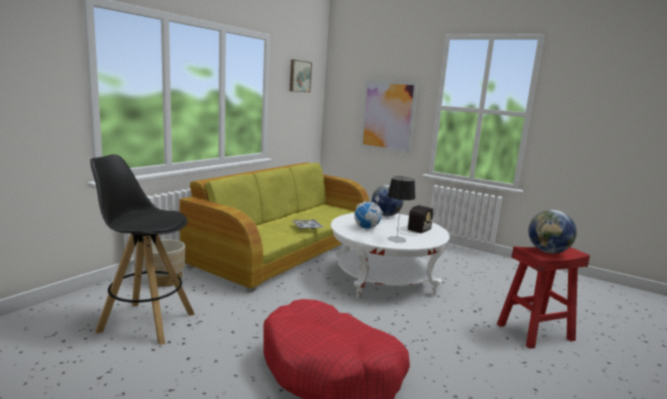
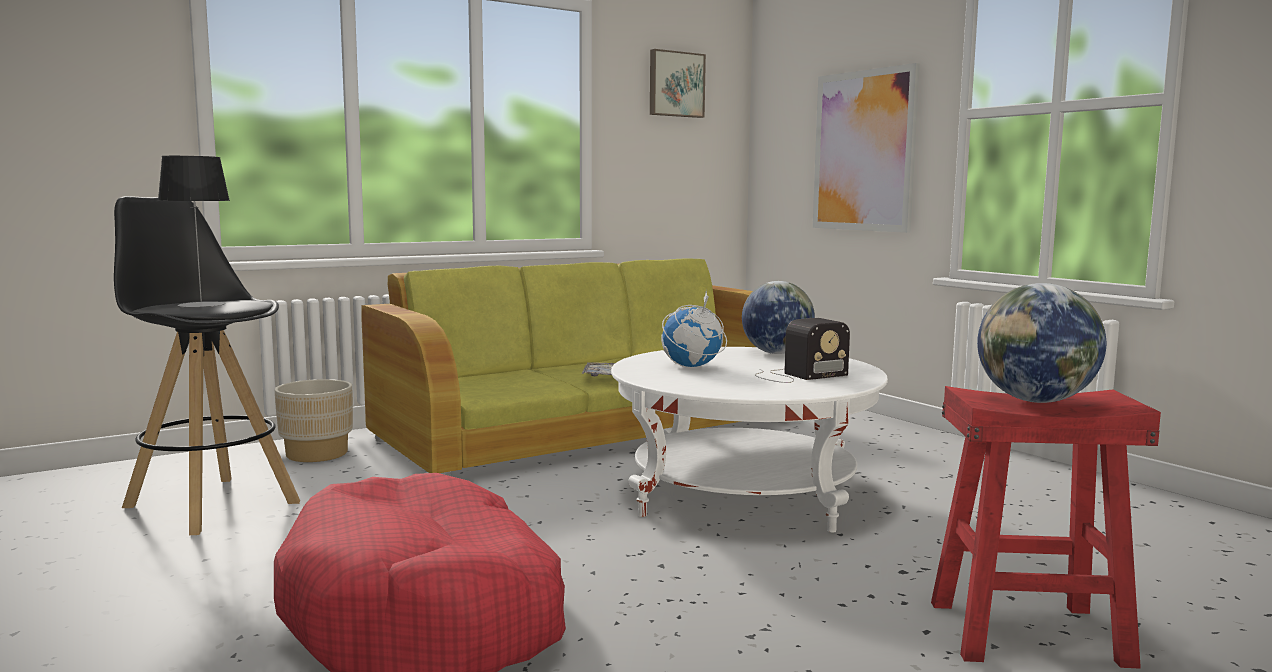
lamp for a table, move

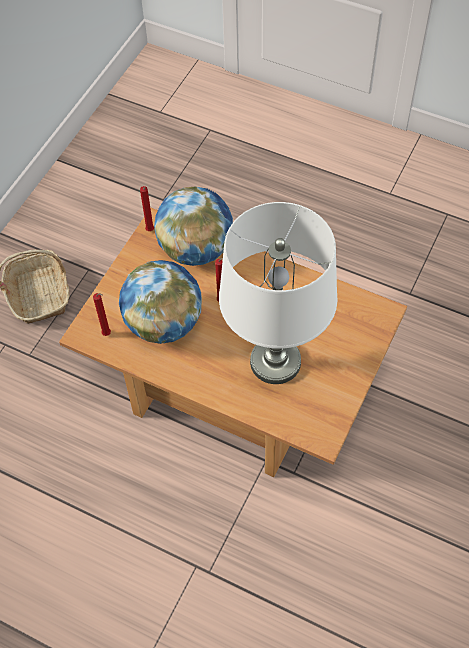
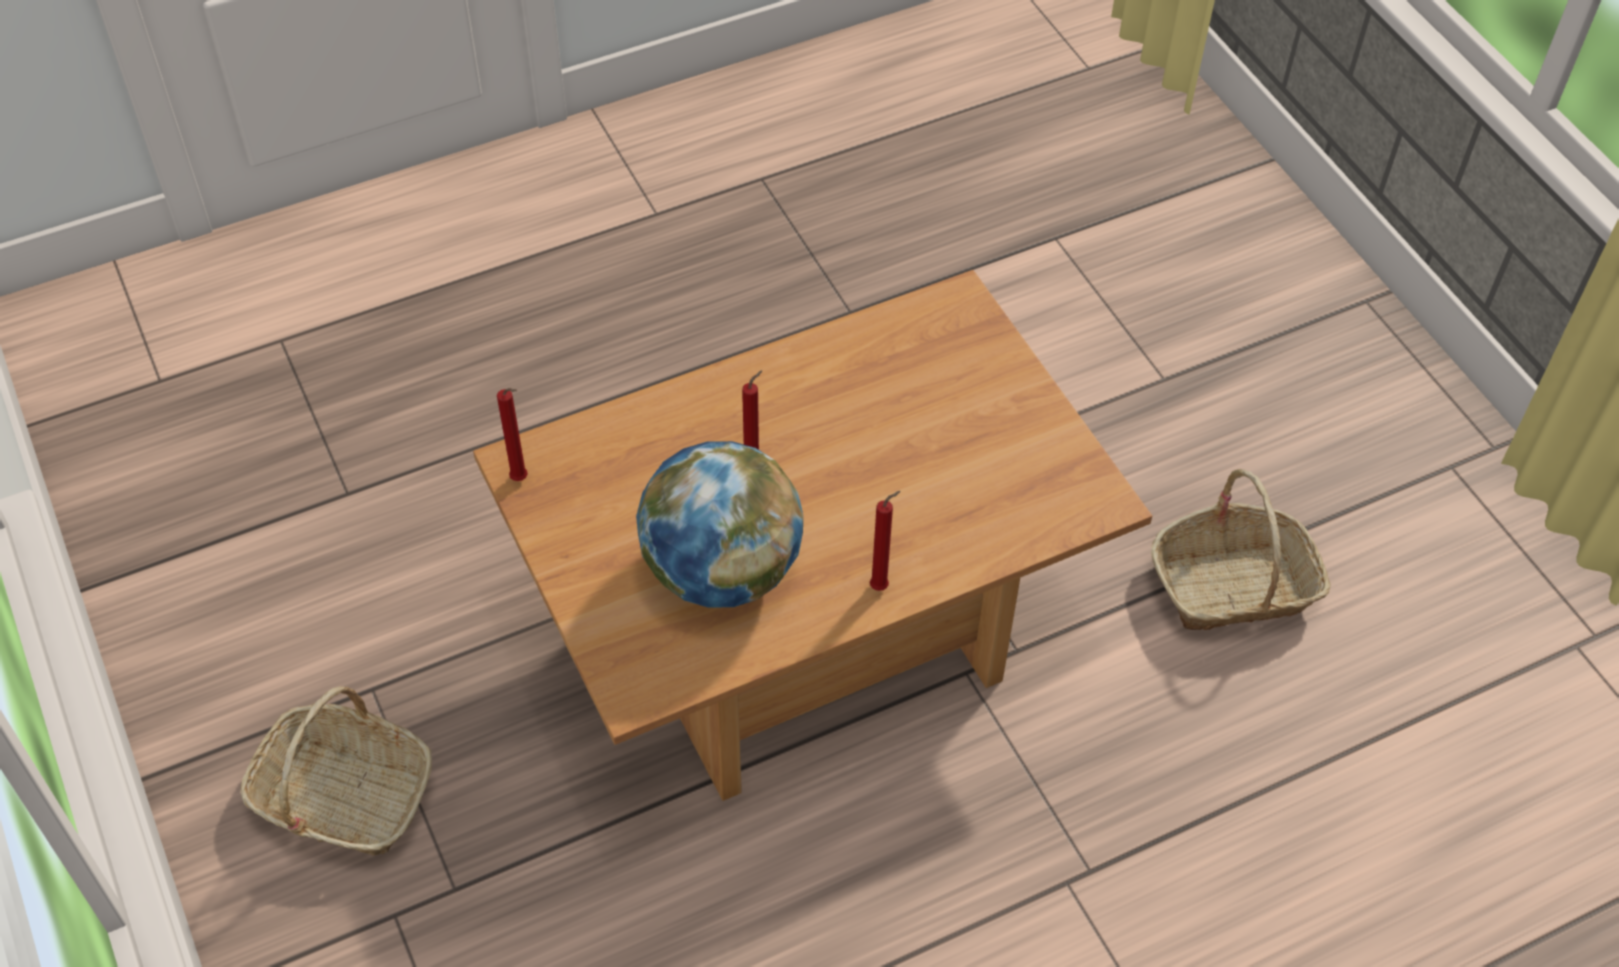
desk globe (2nd from left) => nothing
lamp for a table (white-coloured) => nothing
nothing => basket (2nd from left)
wax candle (reddish) (1st from left in the first image) => wax candle (reddish) (3rd from left), move

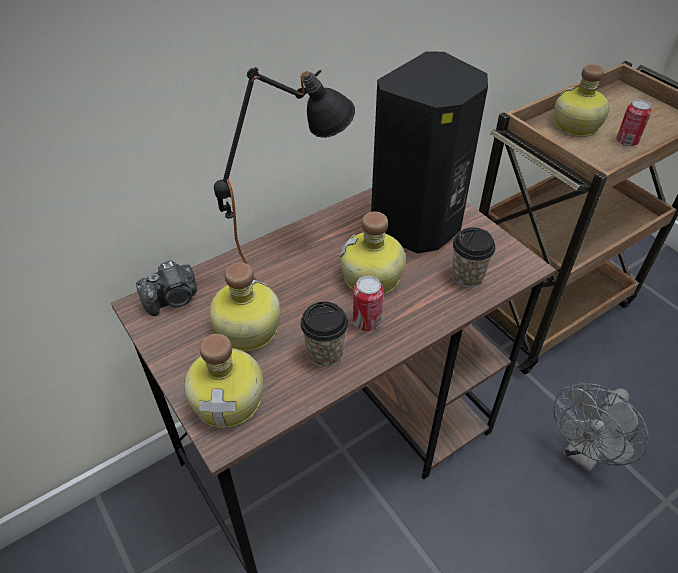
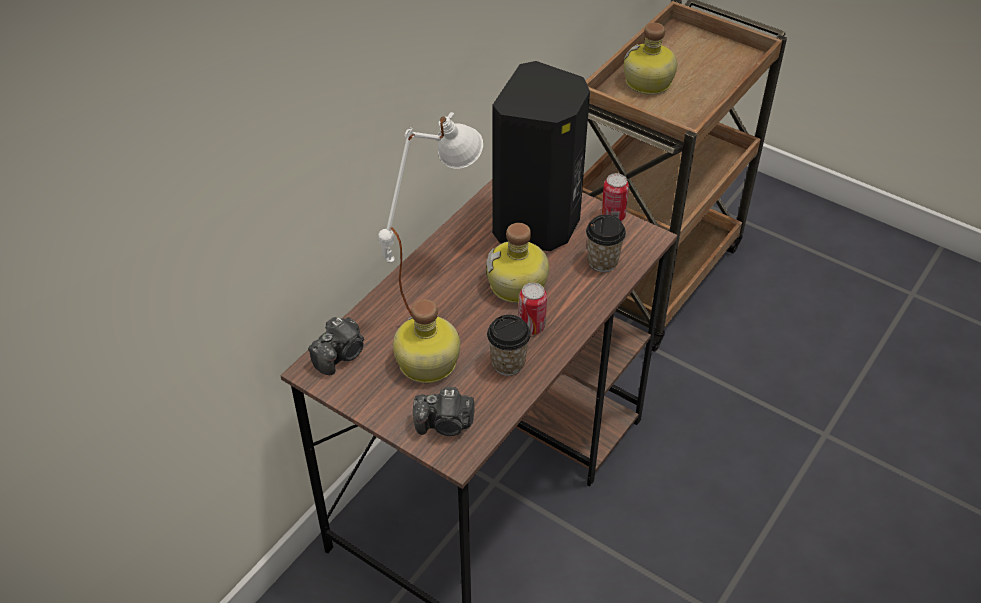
fan (grey) => nothing
metal can (2nd from left), move
bottle (1st from left) => still camera (2nd from left)
lamp for a table (blackish) => lamp for a table (white-coloured)

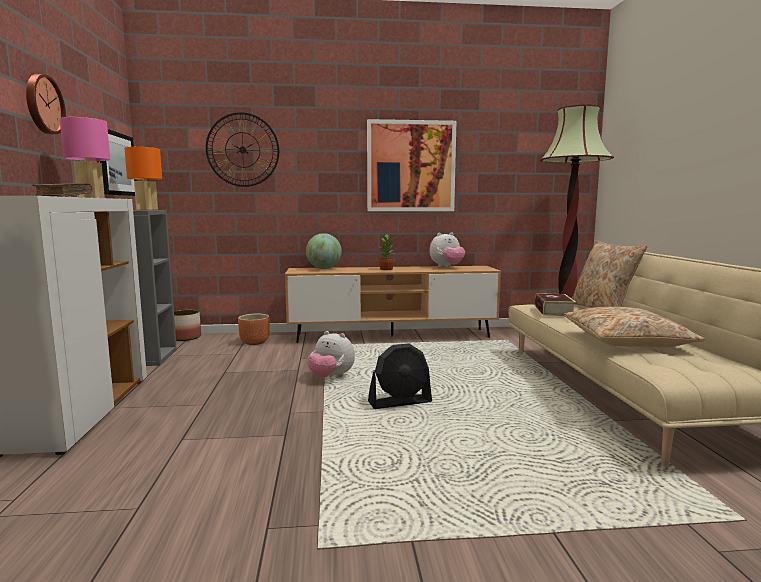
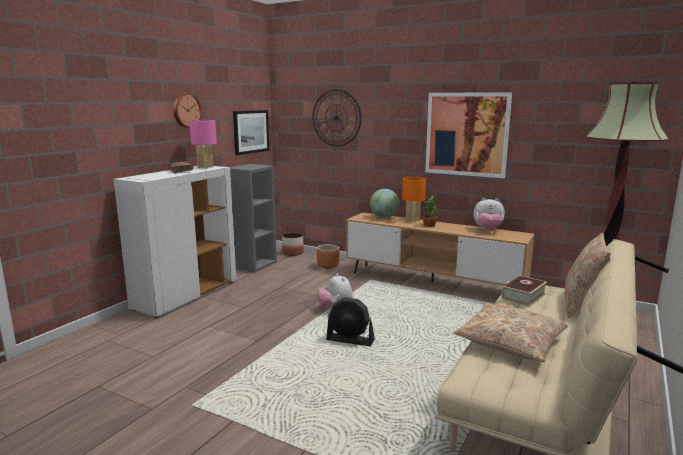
lamp for a table (orangey), move

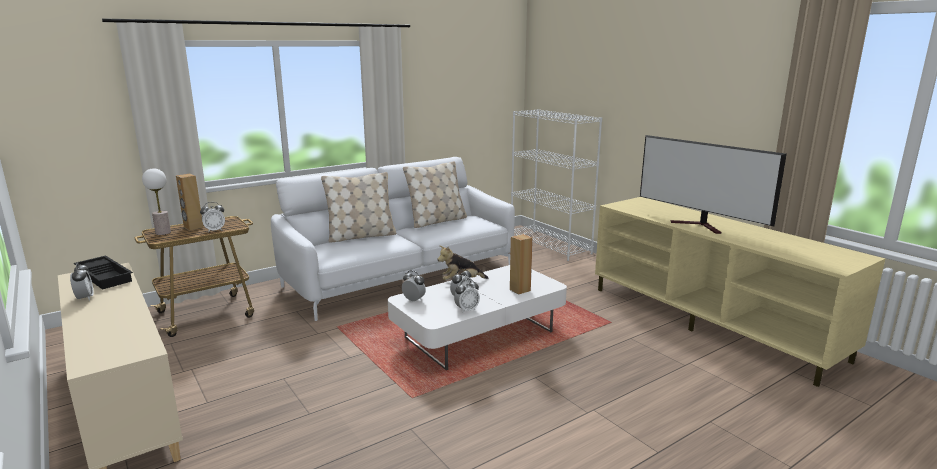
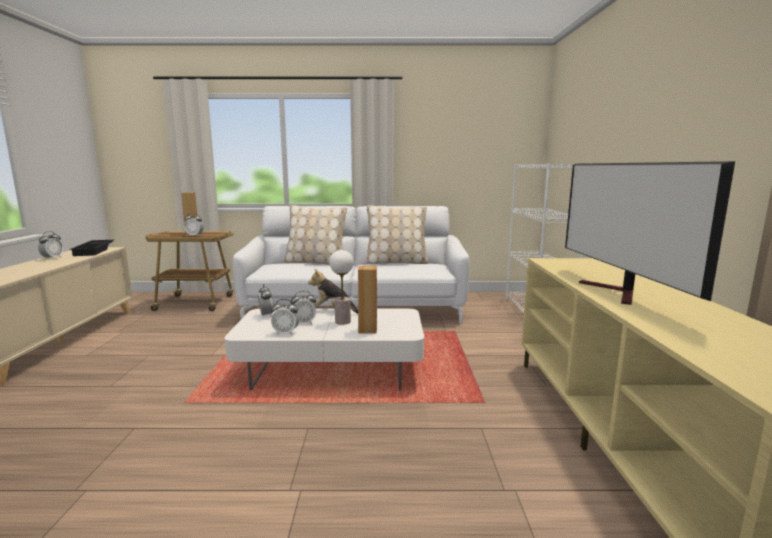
lamp for a table, move

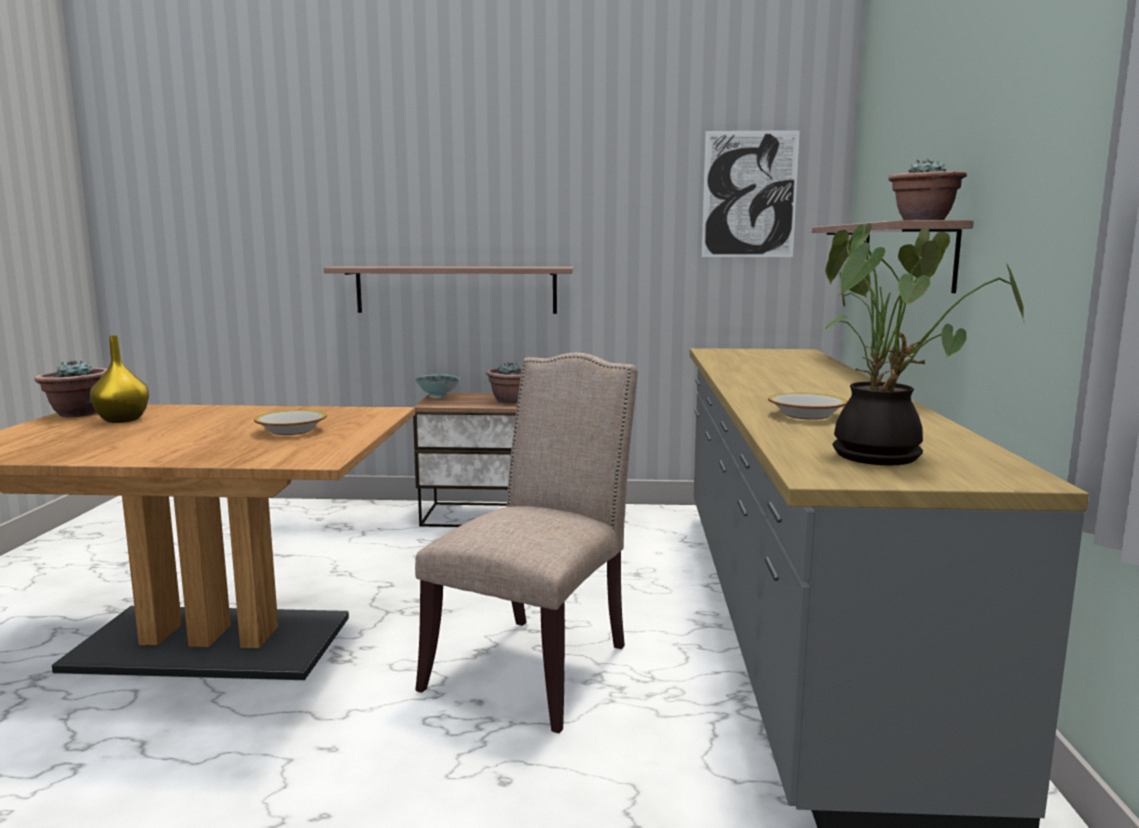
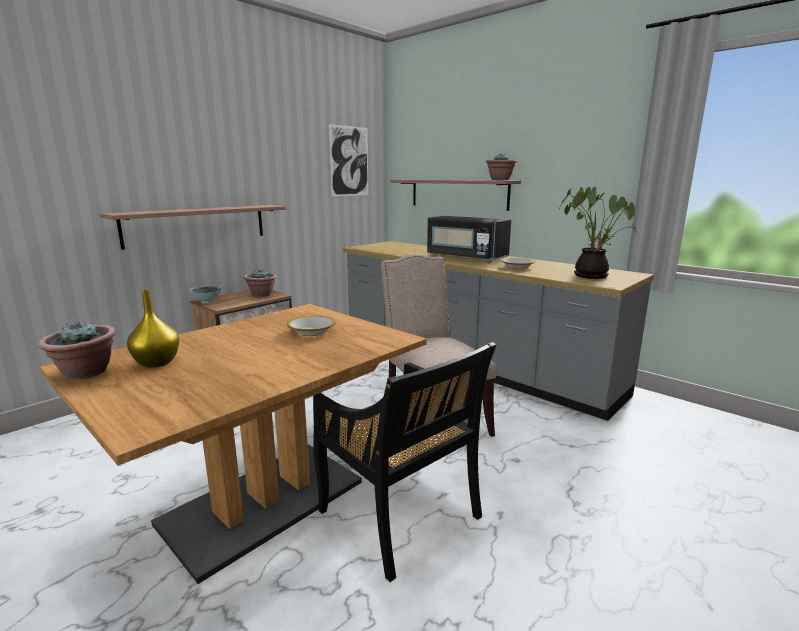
nothing => plain chair (blackish)
nothing => microwave oven (blackish)

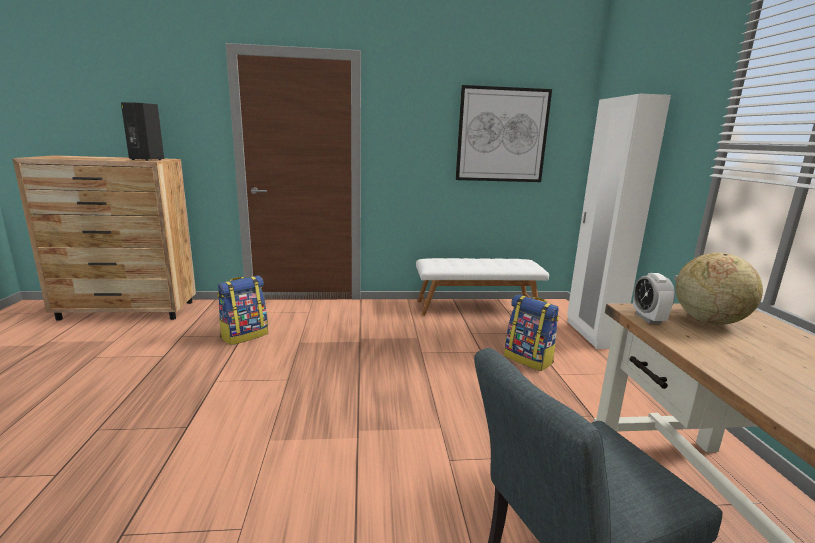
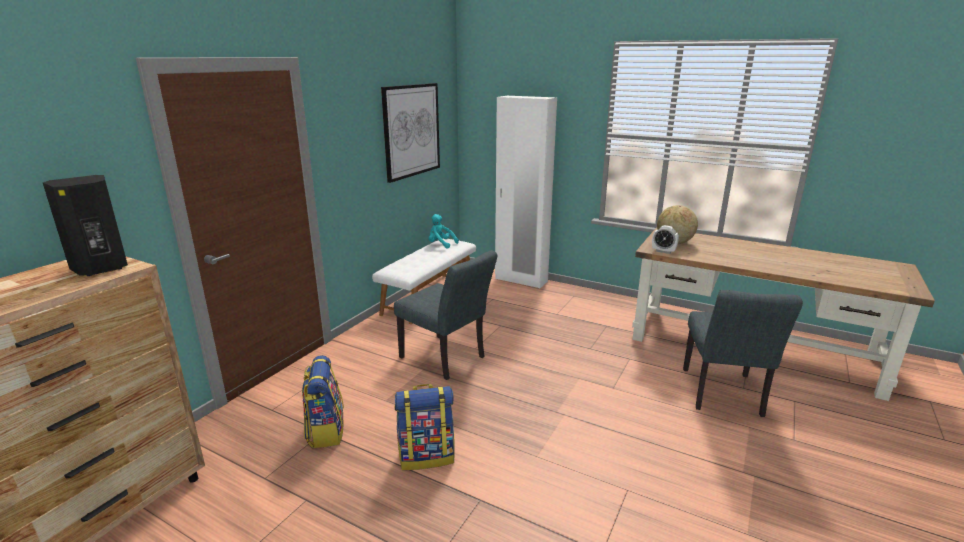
nothing => plain chair (grey) (1st from left)
nothing => soft toy (blue-green)
backpack (2nd from left), move

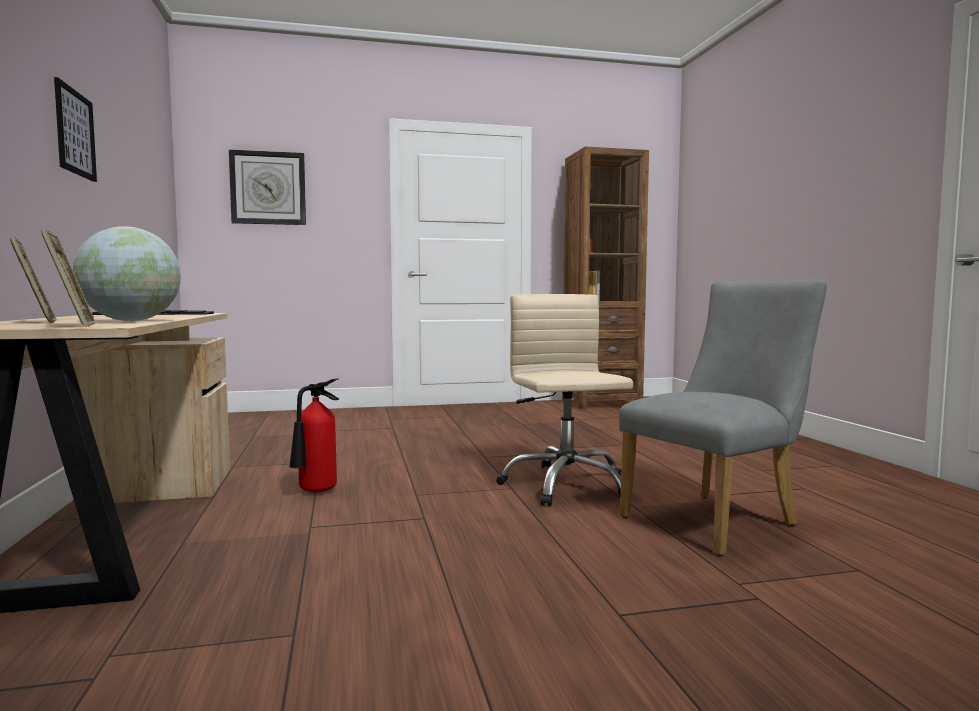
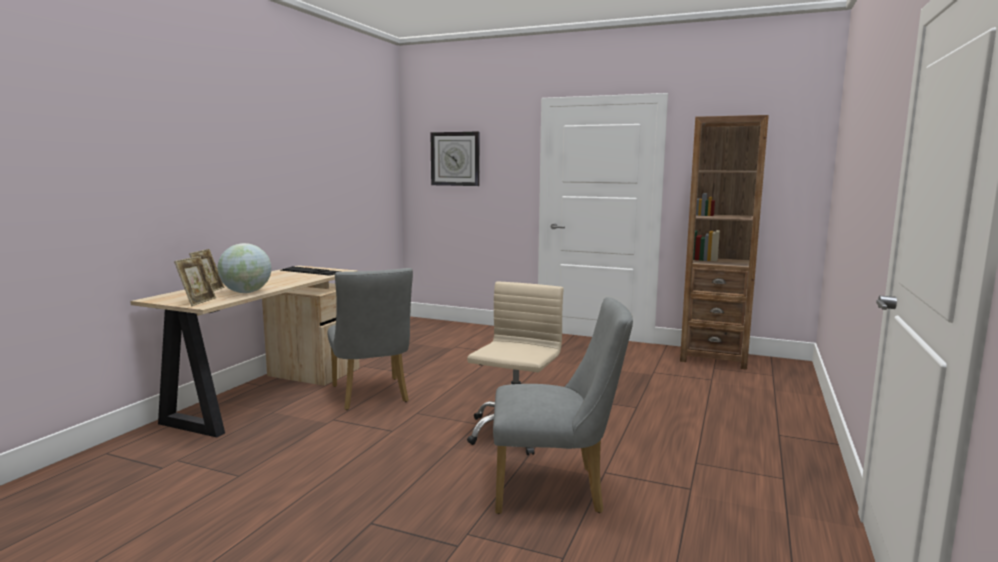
picture => nothing
fire extinguisher => plain chair (grey) (1st from left)

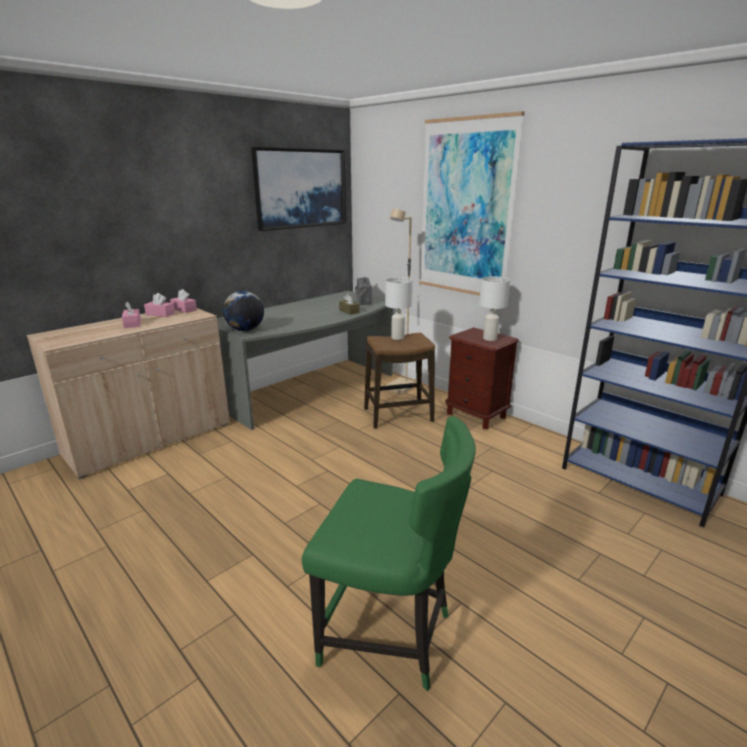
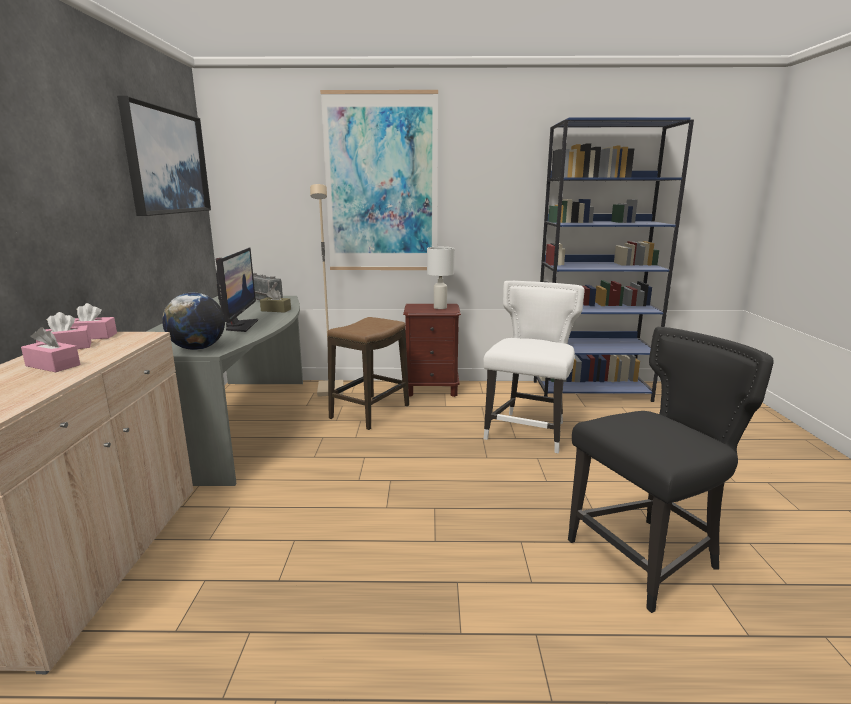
lamp for a table (white-coloured) (1st from left) => nothing
nothing => monitor
nothing => plain chair (white-coloured)
plain chair (green-coloured) => plain chair (blackish)

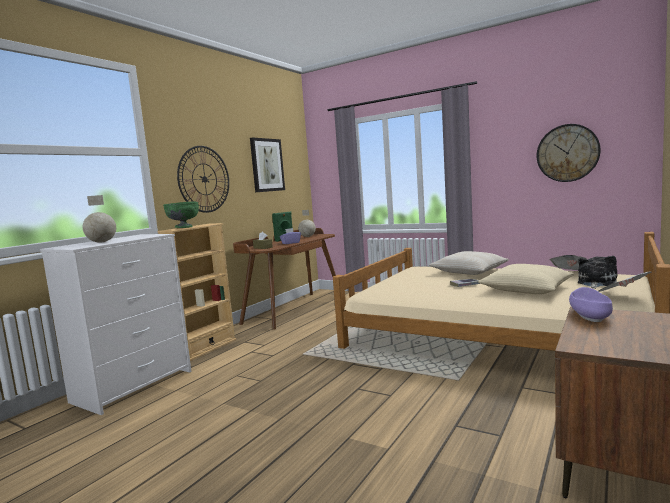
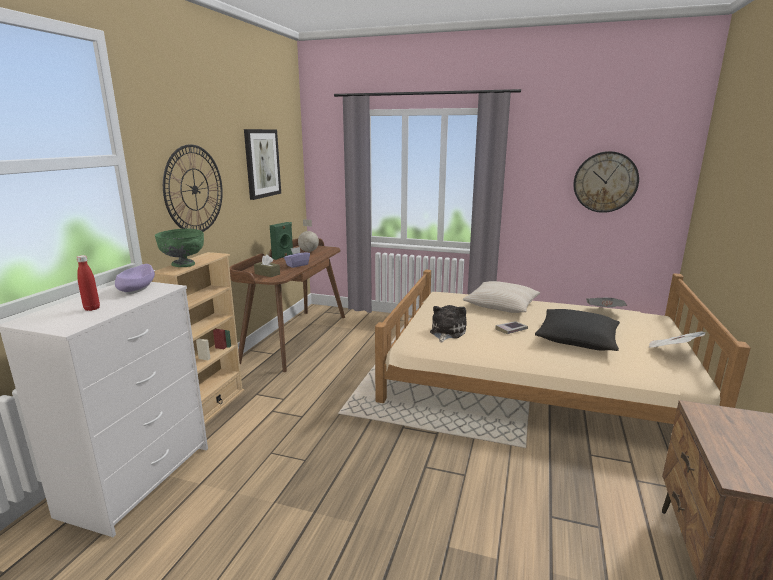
bowl (purple), move
soft toy, move
desk globe (1st from left) => bottle (reddish)
cushion (sand-coloured) (2nd from left) => cushion (blackish)

